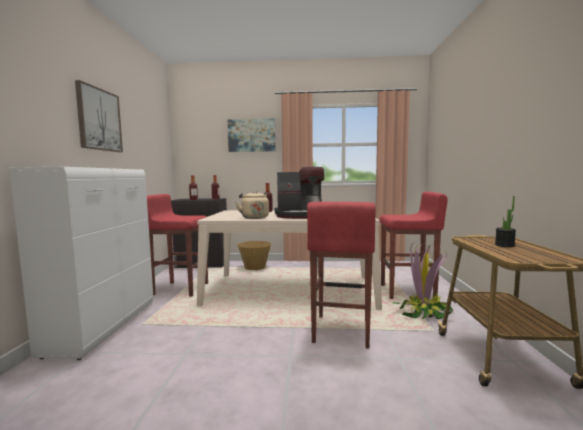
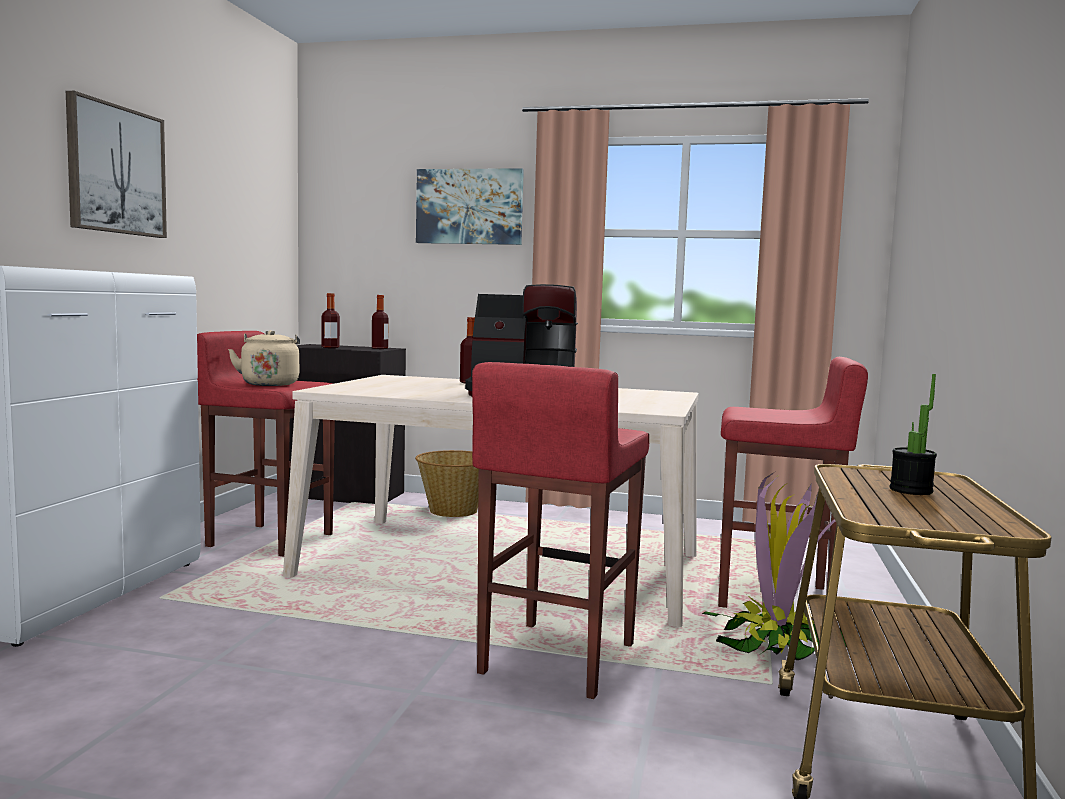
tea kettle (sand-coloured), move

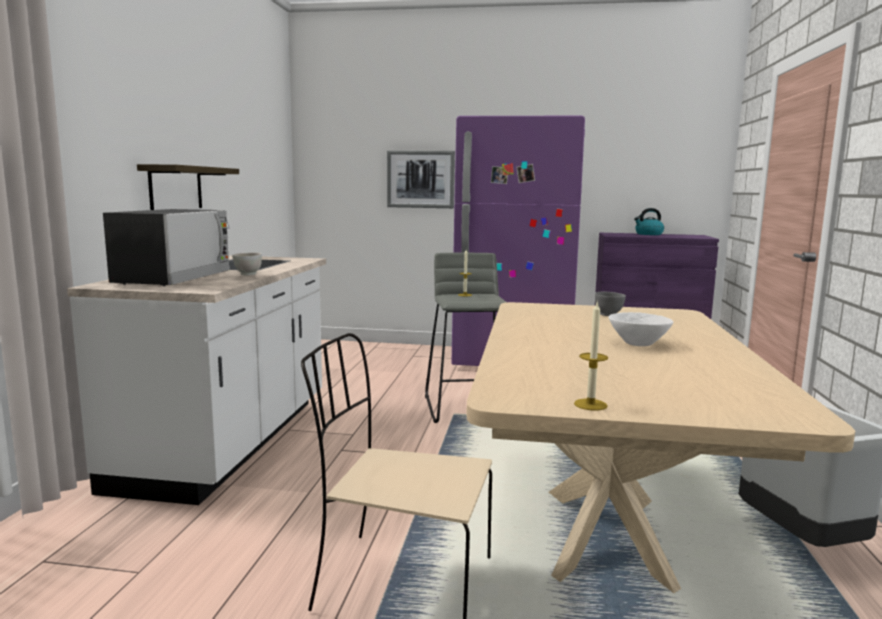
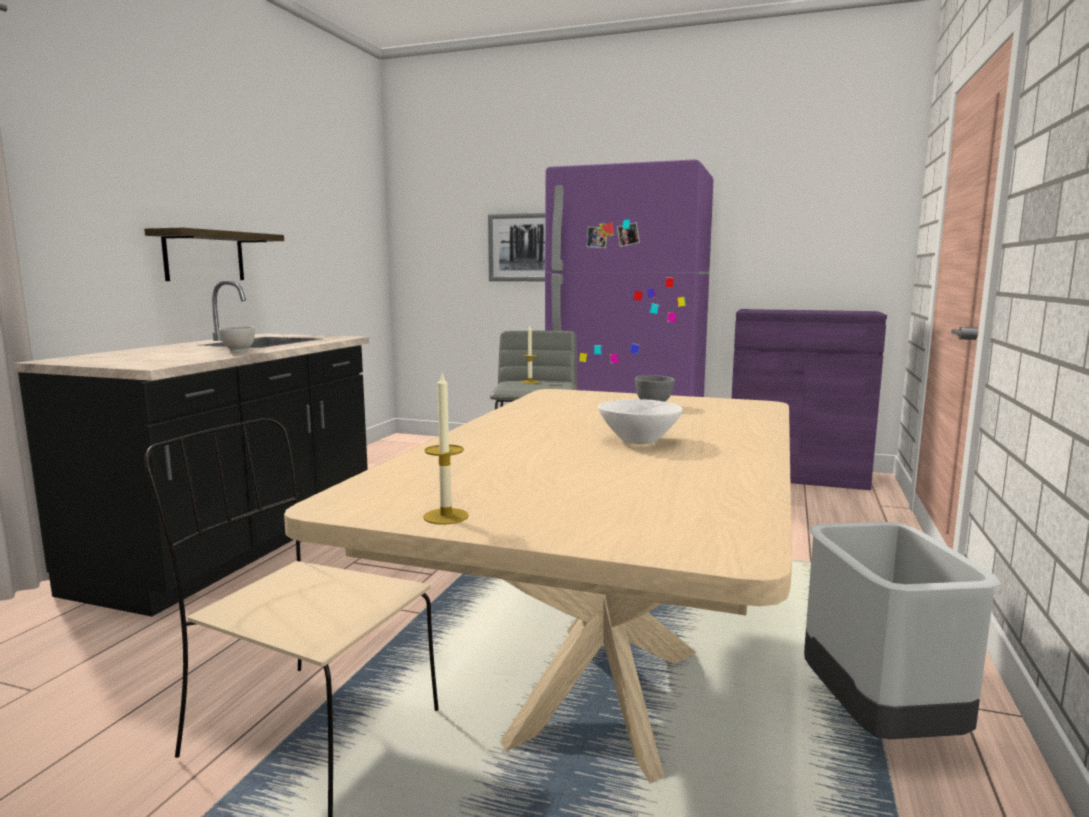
microwave oven => nothing
tea kettle => nothing
counter (white-coloured) => counter (blackish)

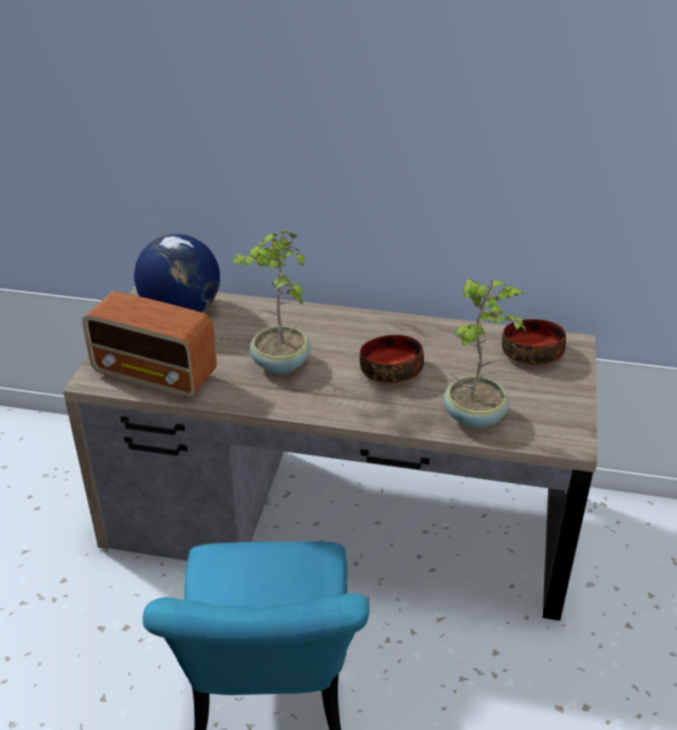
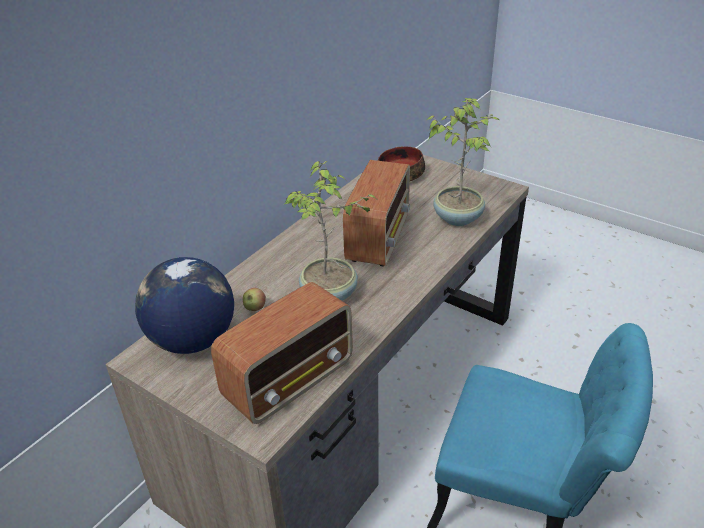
nothing => apple
bowl (1st from left) => radio (2nd from left)

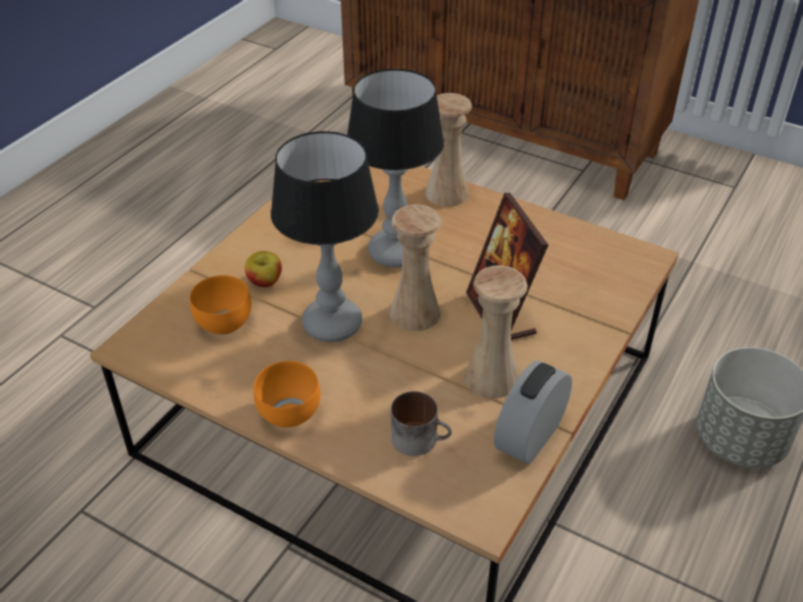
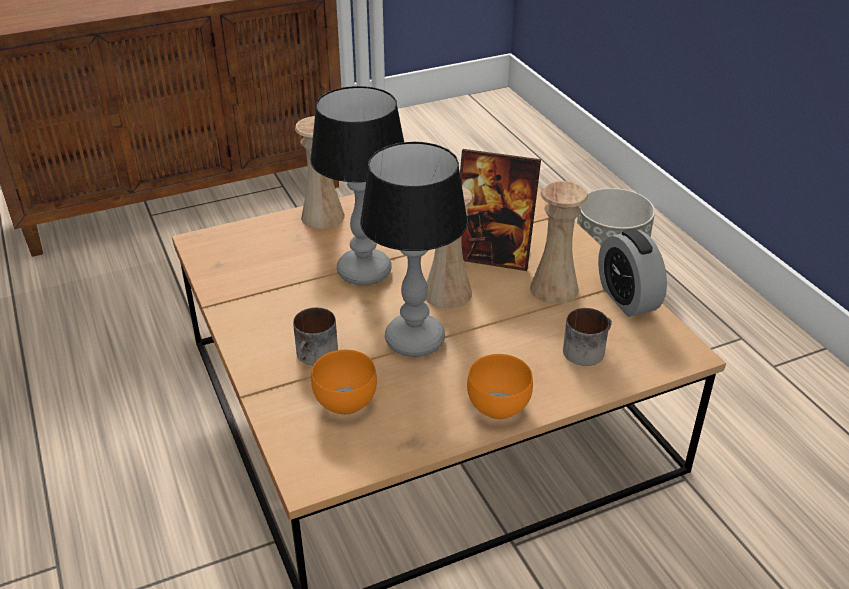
apple => mug (1st from left)

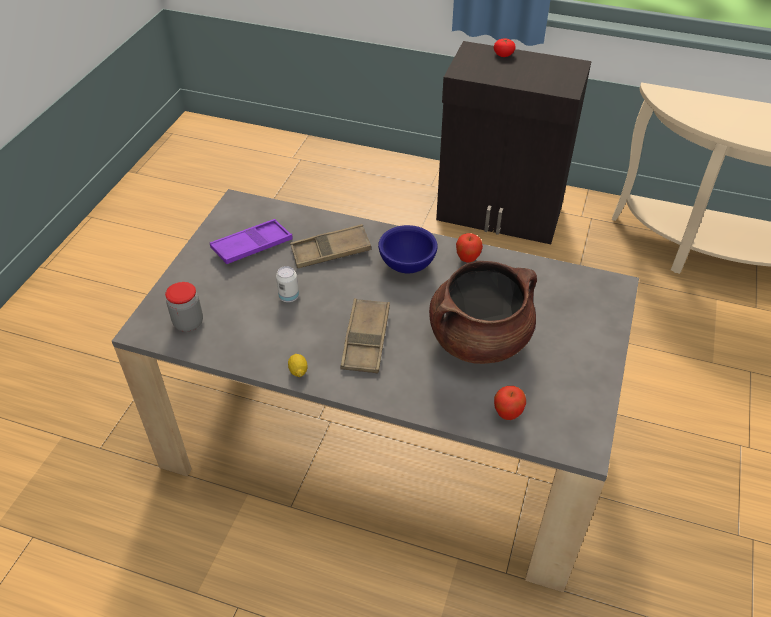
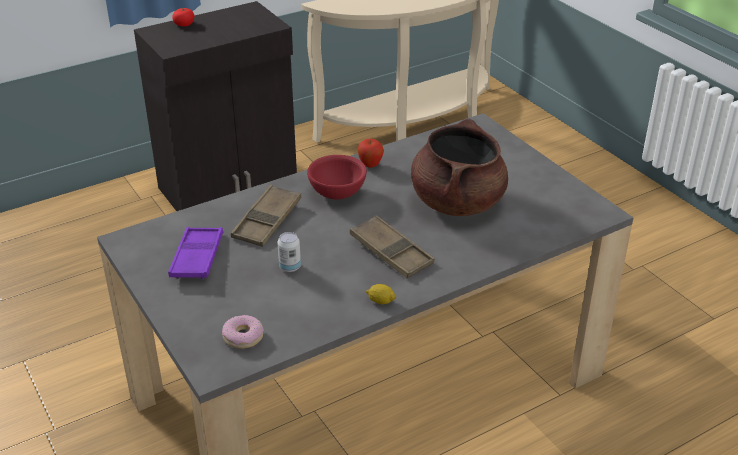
apple (2nd from left) => nothing
jar => doughnut
bowl (blue-coloured) => bowl (reddish)

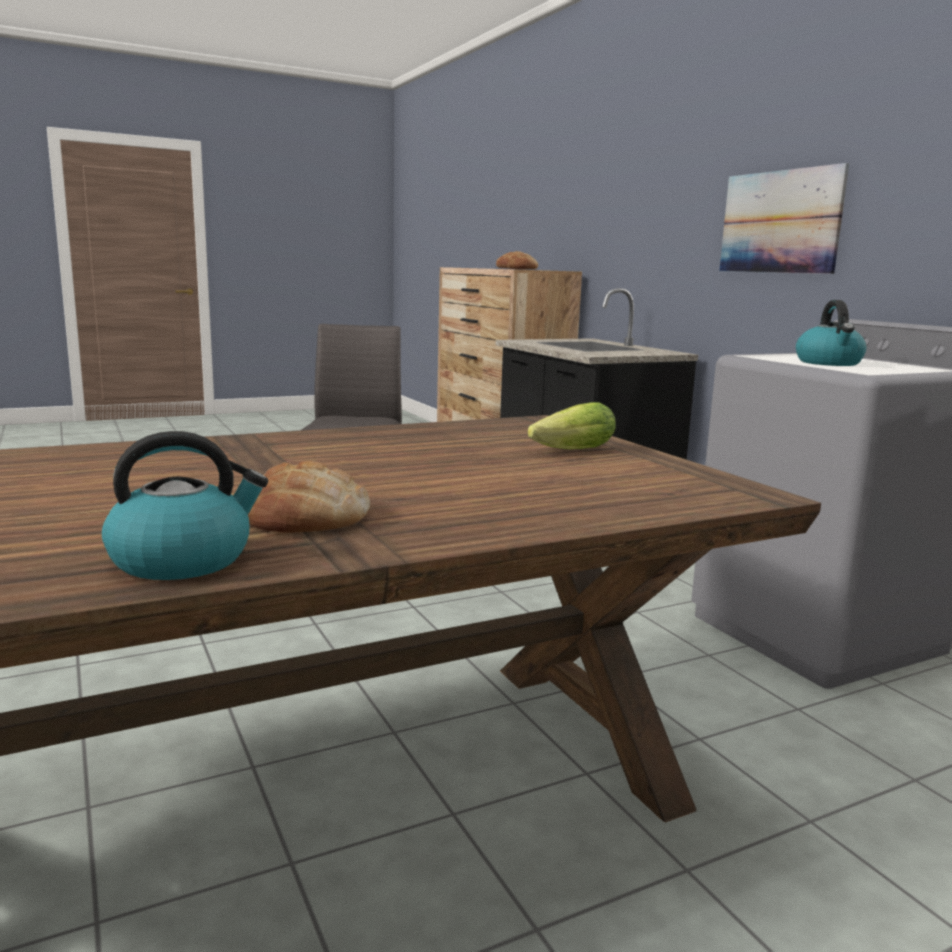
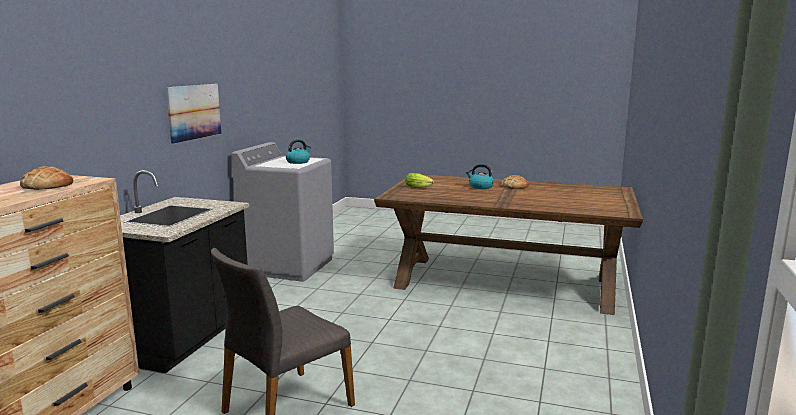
tea kettle (1st from left in the first image) => tea kettle (2nd from left), move

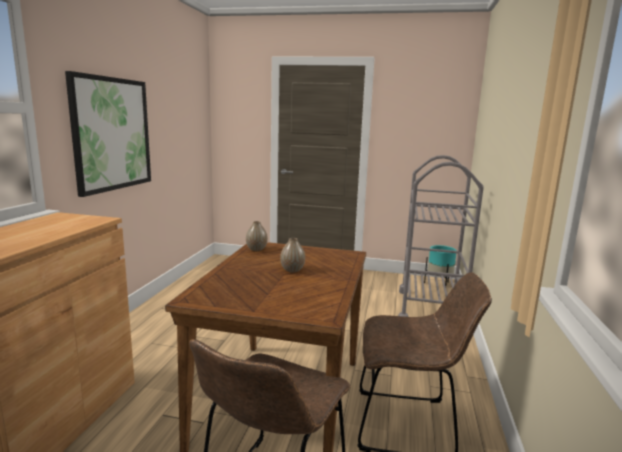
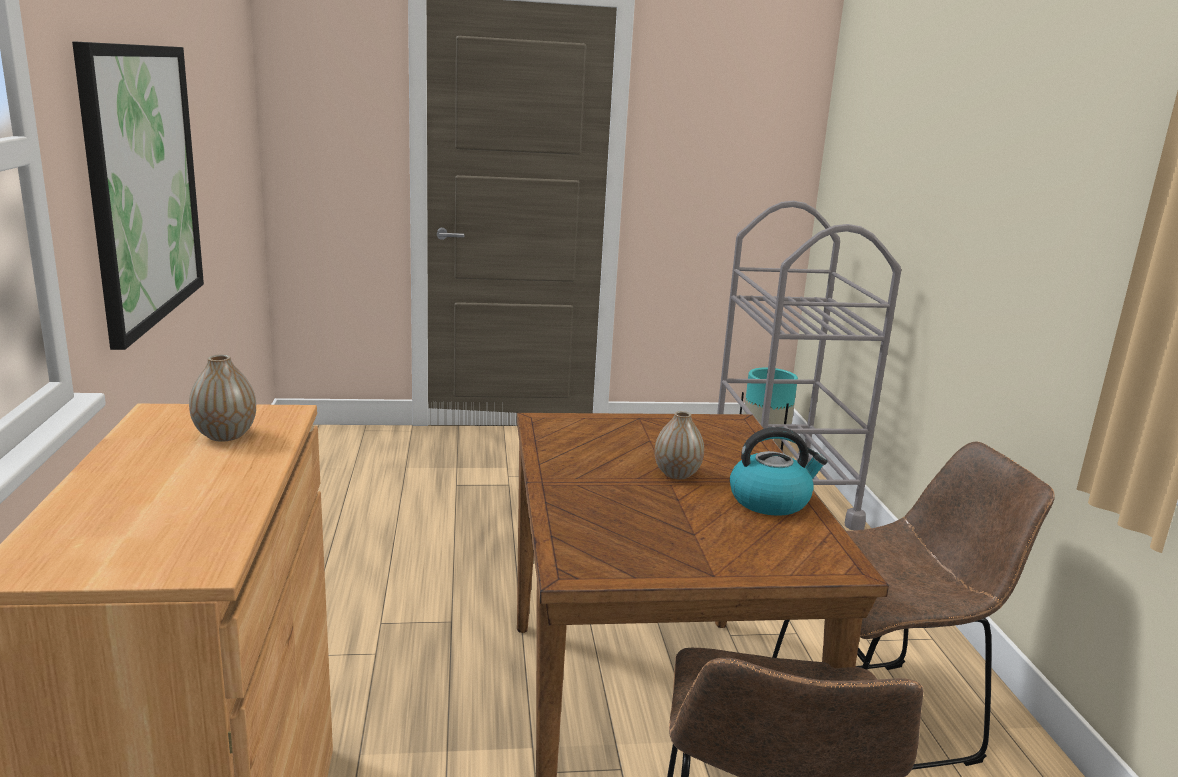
nothing => tea kettle
vase (1st from left), move

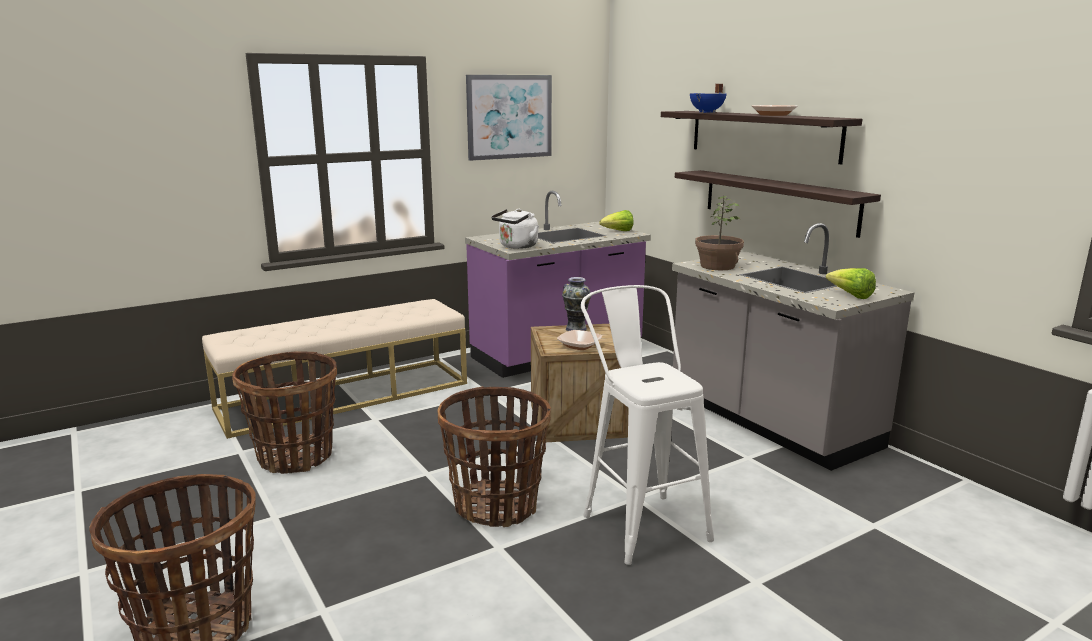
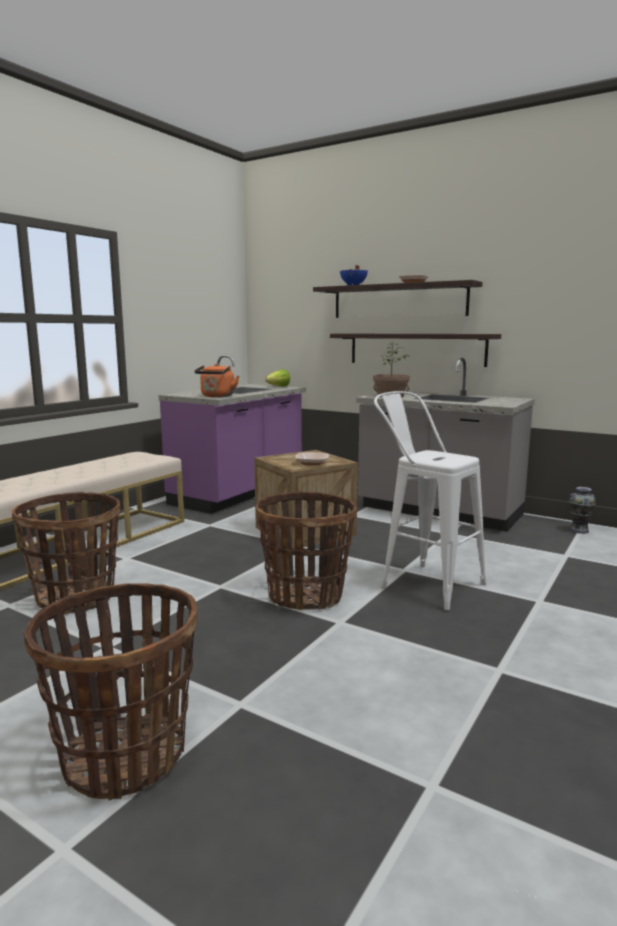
picture => nothing
lettuce (2nd from left) => nothing
vase, move
tea kettle (white-coloured) => tea kettle (orangey)

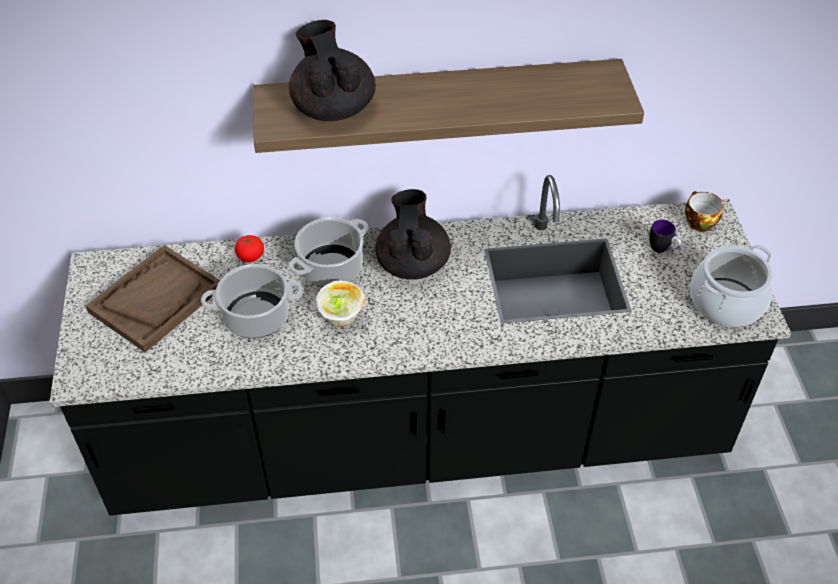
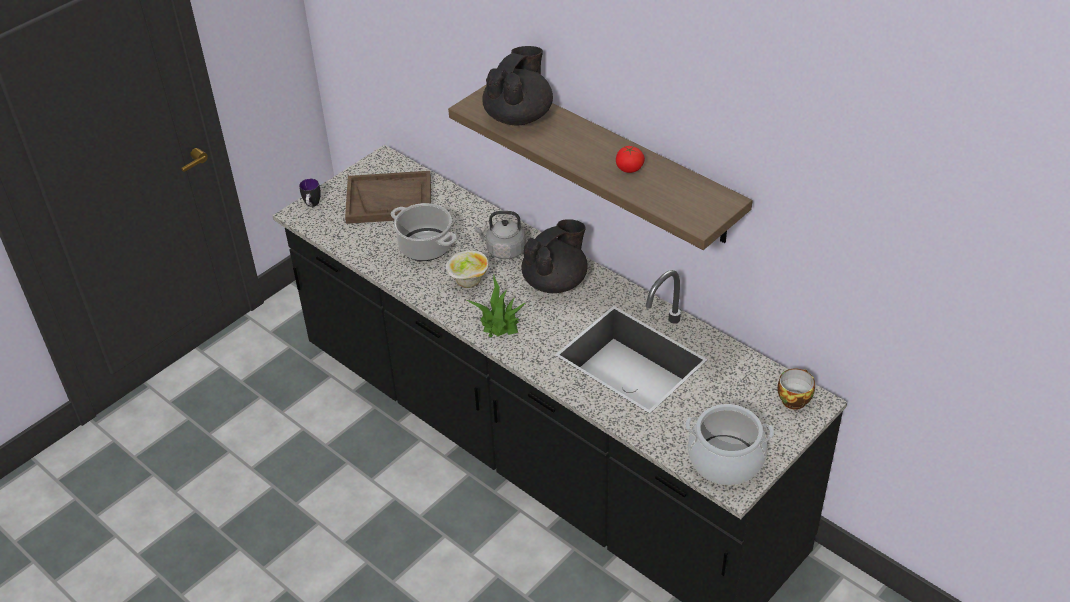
nothing => plant in a pot
whole tomato, move
mug, move
cooking pot (2nd from left) => tea kettle (grey)

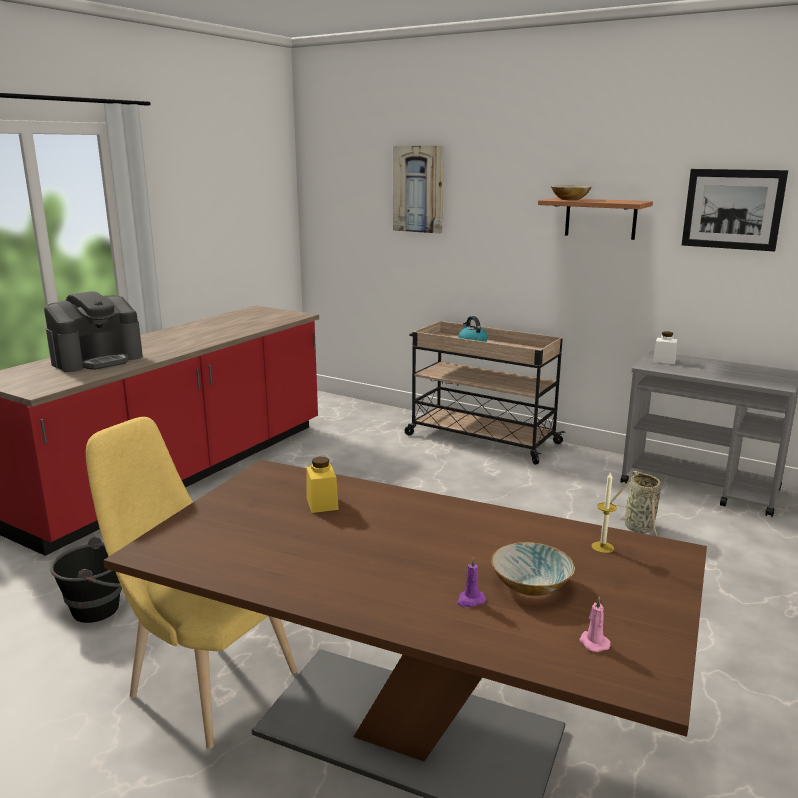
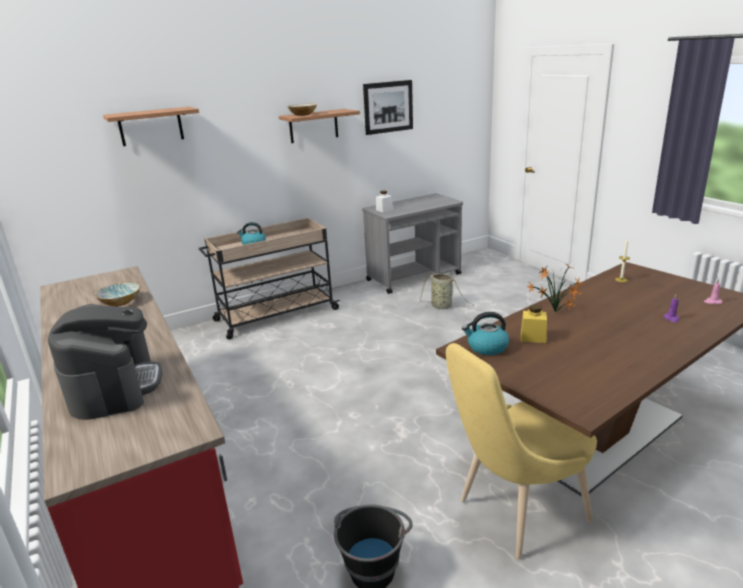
nothing => tea kettle (2nd from left)
nothing => plant in a pot
bowl (1st from left), move
picture (1st from left) => shelf (1st from left)

